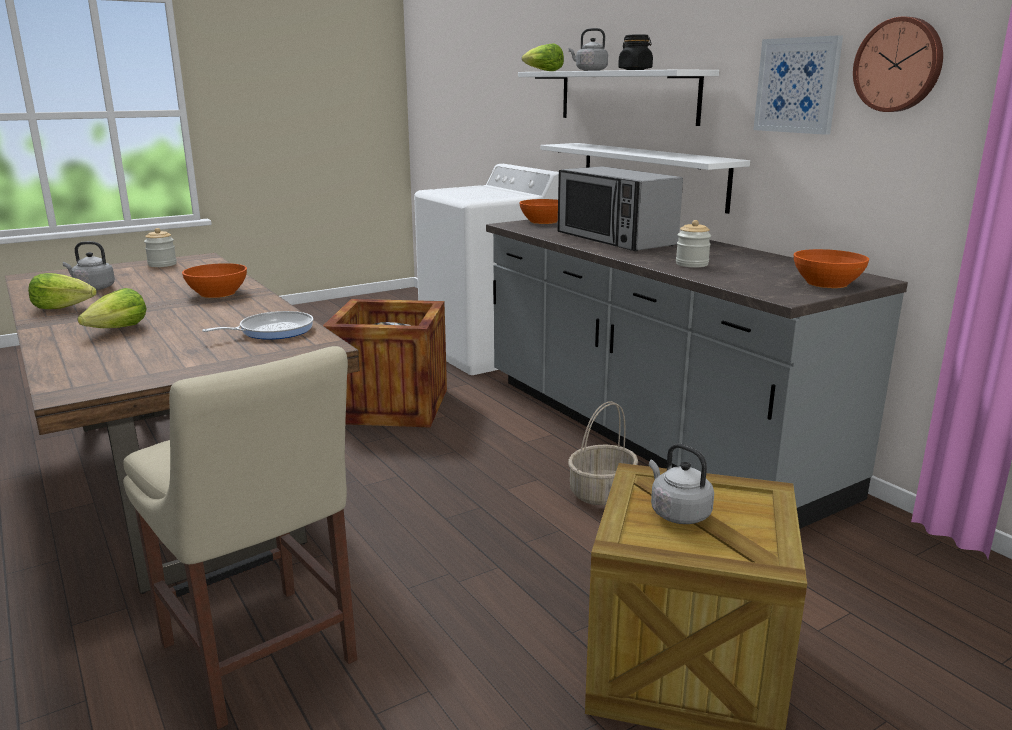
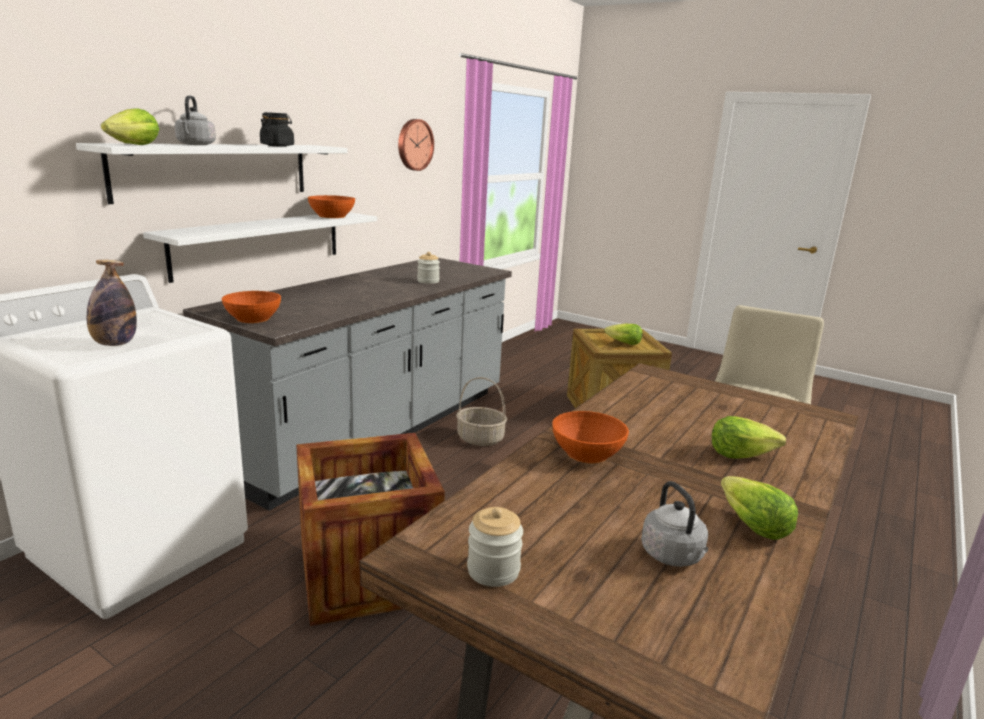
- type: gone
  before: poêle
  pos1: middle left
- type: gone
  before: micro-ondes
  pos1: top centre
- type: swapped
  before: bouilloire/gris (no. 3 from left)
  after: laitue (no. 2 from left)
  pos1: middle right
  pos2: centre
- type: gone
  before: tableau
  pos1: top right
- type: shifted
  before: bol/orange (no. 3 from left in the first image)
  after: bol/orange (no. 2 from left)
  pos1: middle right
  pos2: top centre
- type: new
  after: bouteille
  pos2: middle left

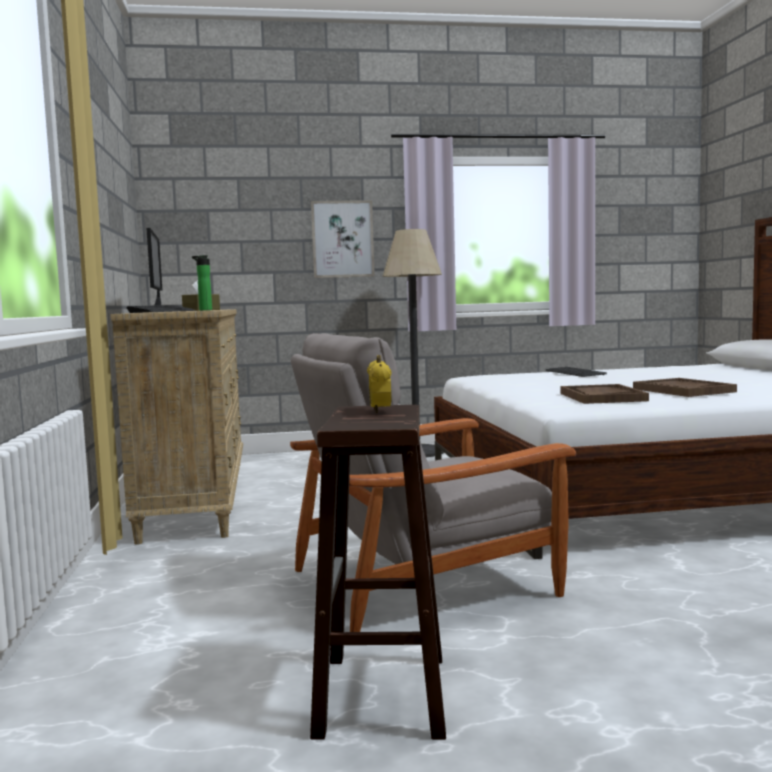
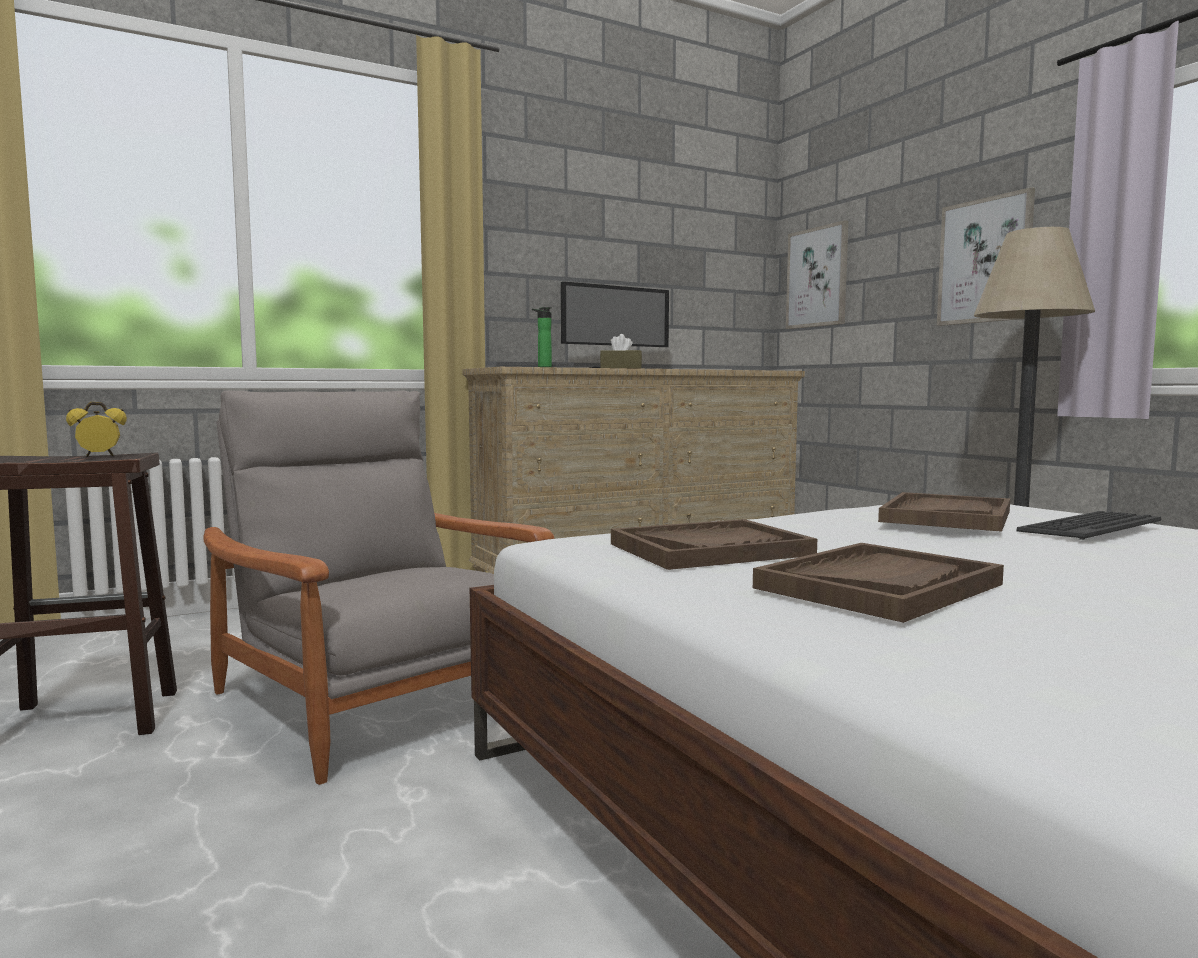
- type: new
  after: tableau (no. 1 from left)
  pos2: top right
- type: new
  after: plateau/marron (no. 3 from left)
  pos2: middle right

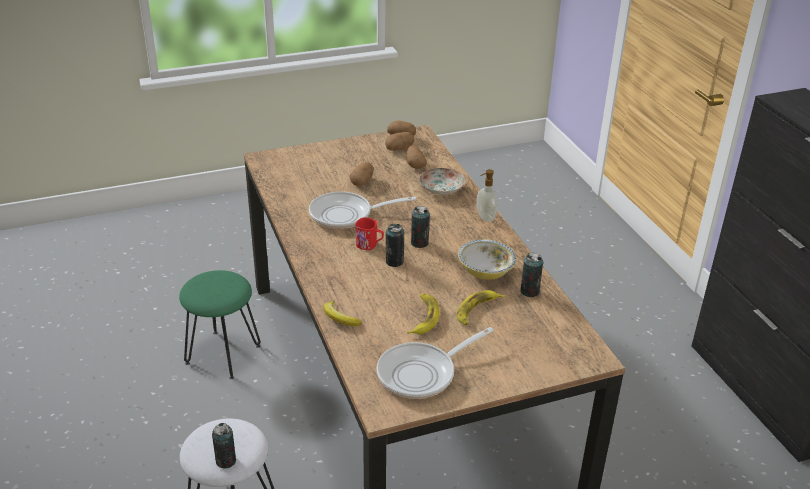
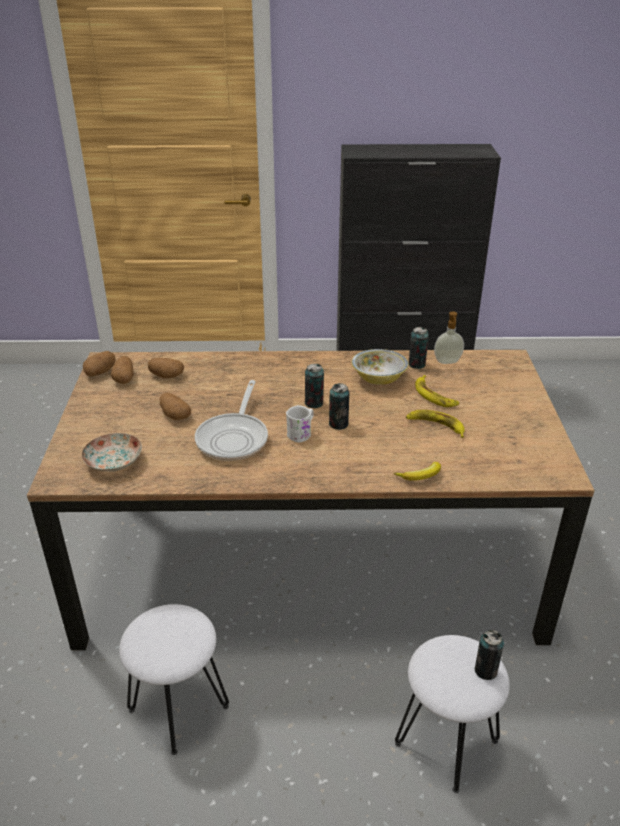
- type: repainted
  before: tabouret/vert
  after: tabouret/blanc (no. 1 from left)
  pos1: middle left
  pos2: bottom left
- type: repainted
  before: mug/rouge
  after: mug/blanc
  pos1: centre
  pos2: centre
- type: gone
  before: poêle (no. 2 from left)
  pos1: bottom centre
- type: shifted
  before: assiette
  pos1: centre
  pos2: middle left
- type: shifted
  before: distributeur de savon
  pos1: centre
  pos2: middle right

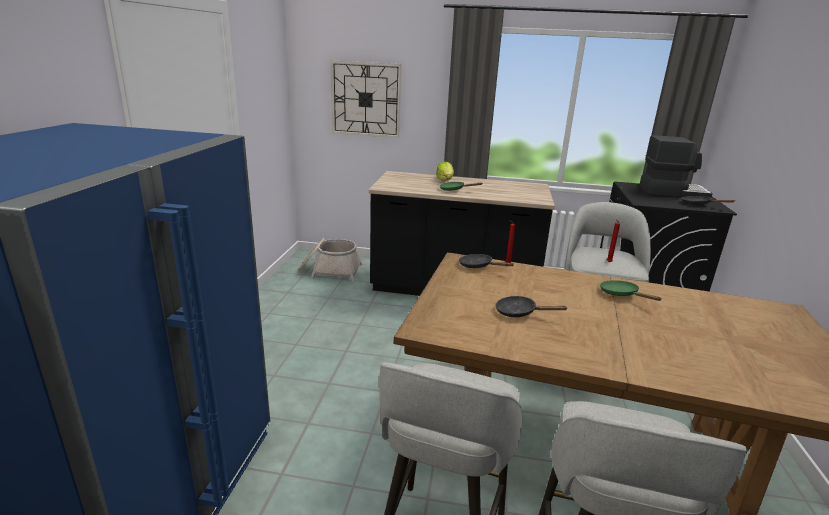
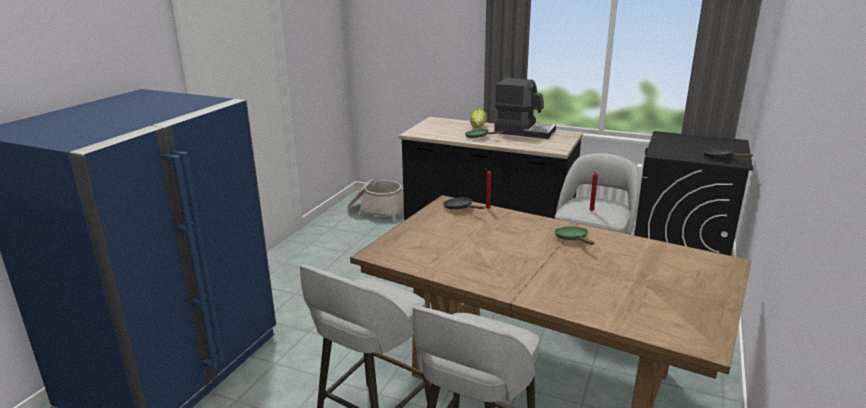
- type: gone
  before: horloge murale
  pos1: top centre
- type: gone
  before: poêle/noir (no. 2 from left)
  pos1: centre
- type: shifted
  before: machine à café
  pos1: top right
  pos2: top centre

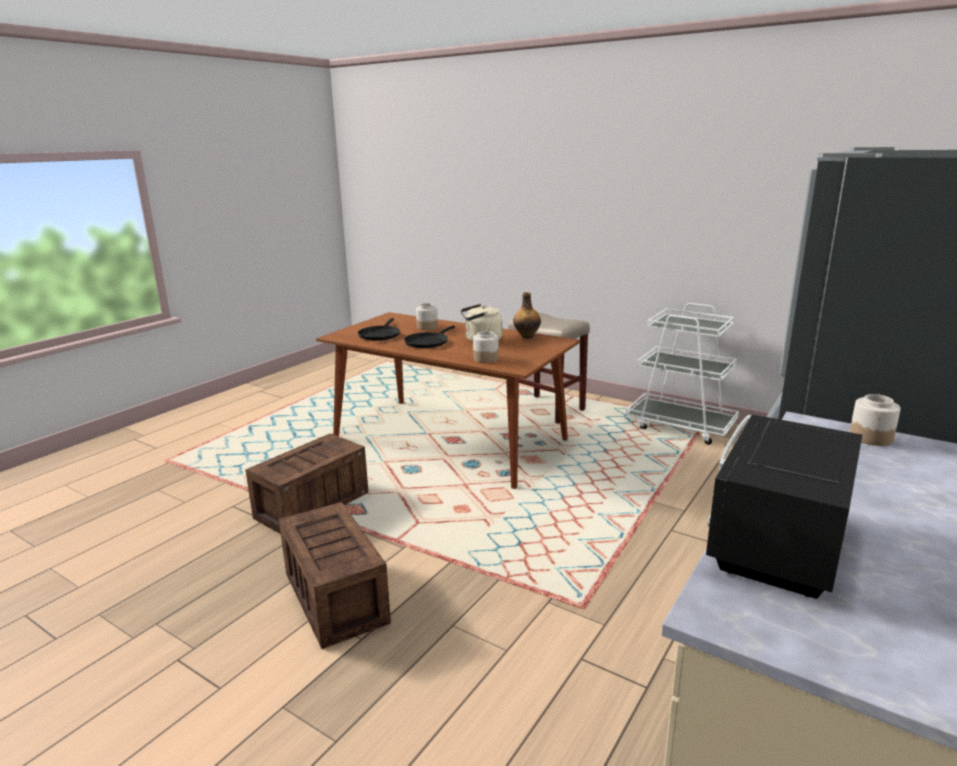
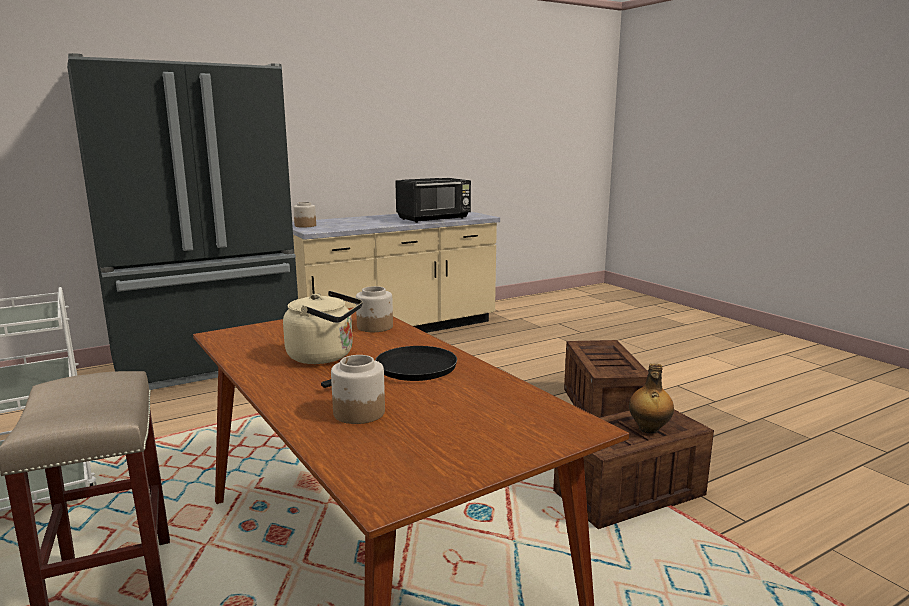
- type: gone
  before: poêle/noir (no. 1 from left)
  pos1: centre
- type: shifted
  before: bouteille
  pos1: centre
  pos2: middle right

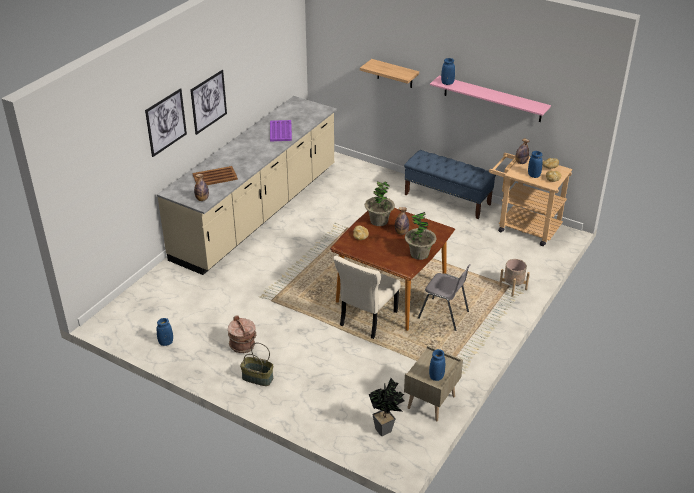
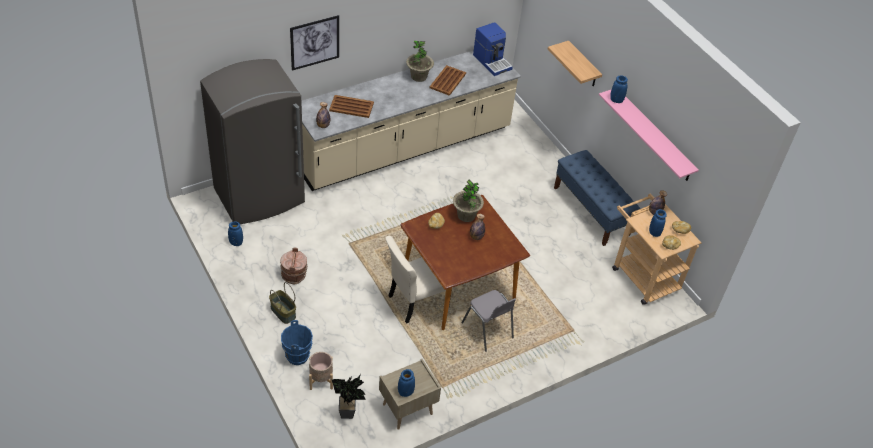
- type: gone
  before: tableau (no. 2 from left)
  pos1: top left
- type: repainted
  before: plateau/violet
  after: plateau/marron (no. 2 from left)
  pos1: top centre
  pos2: top centre
- type: shifted
  before: plante en pot (no. 3 from left in the first image)
  after: plante en pot (no. 2 from left)
  pos1: centre
  pos2: top centre
- type: shifted
  before: cache-pot/beige
  pos1: middle right
  pos2: bottom centre
- type: new
  after: réfrigérateur/gris
  pos2: top left
- type: new
  after: seau/bleu
  pos2: bottom centre
- type: new
  after: machine à café
  pos2: top centre

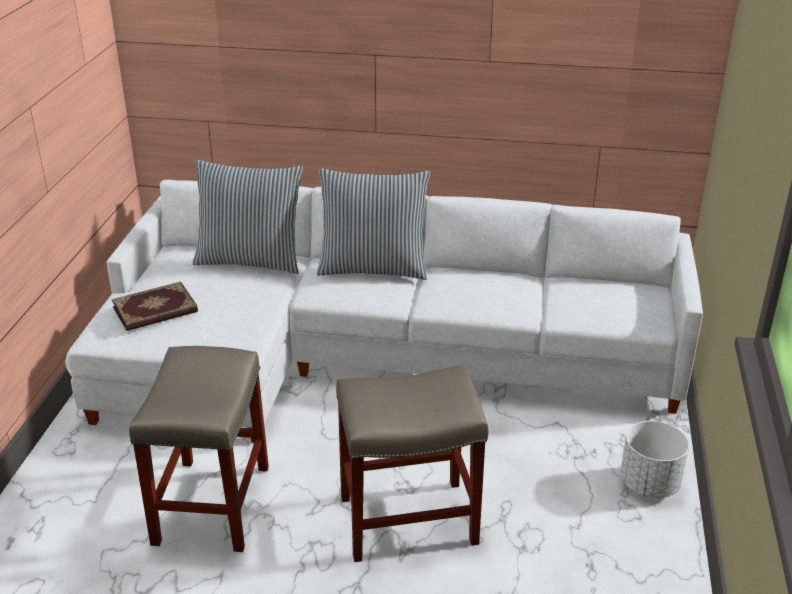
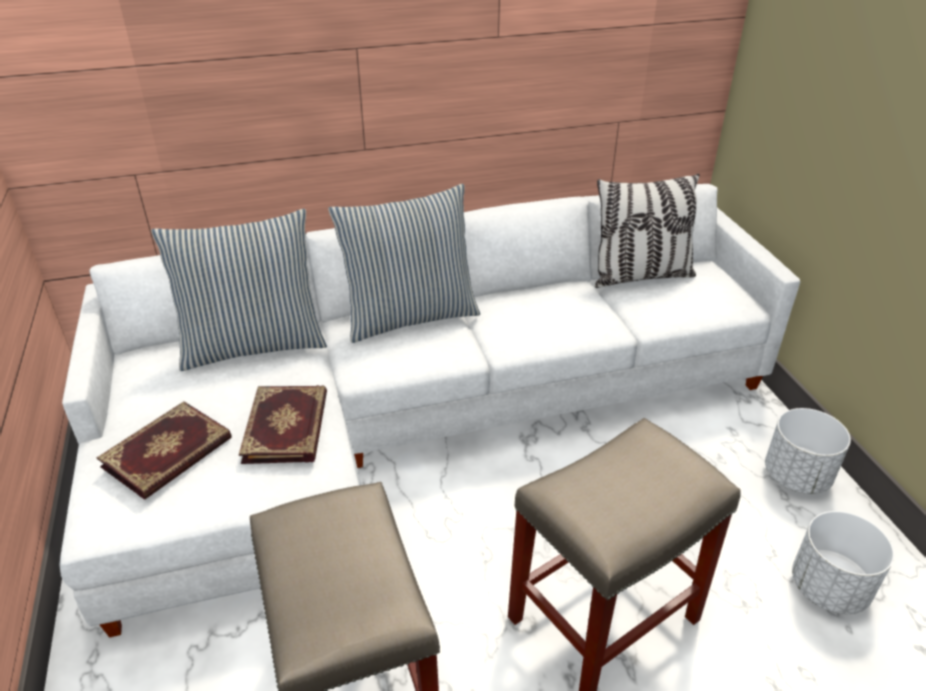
- type: new
  after: livre (no. 2 from left)
  pos2: middle left
- type: new
  after: coussin (no. 3 from left)
  pos2: middle right
- type: new
  after: cache-pot/blanc (no. 2 from left)
  pos2: bottom right

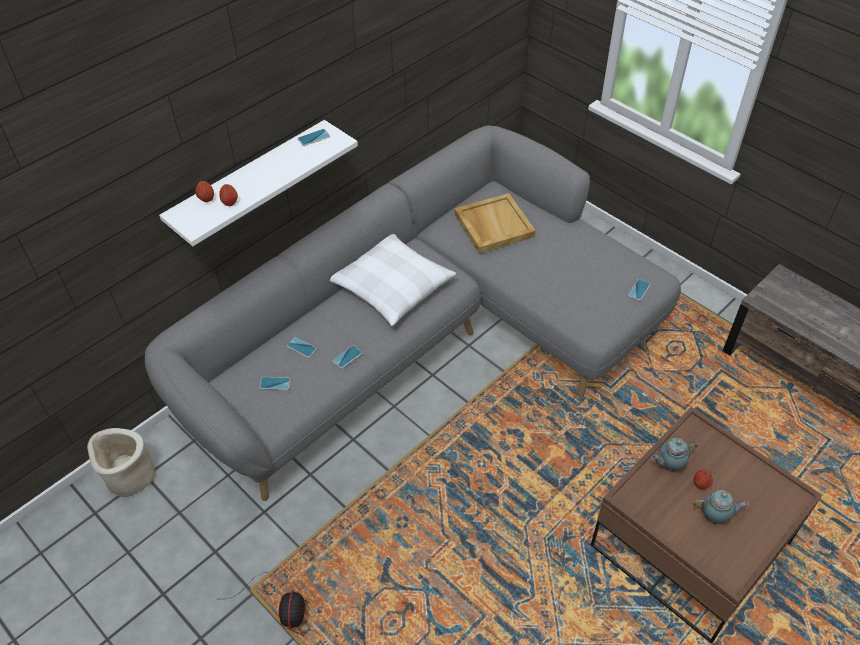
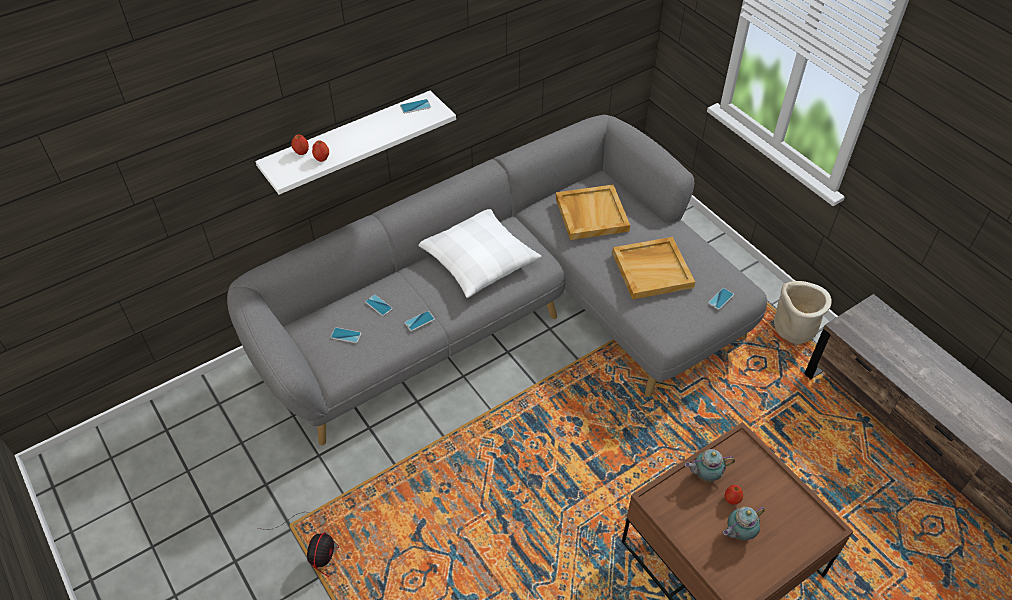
- type: shifted
  before: cache-pot/beige
  pos1: bottom left
  pos2: middle right
- type: rotated
  before: théière (no. 2 from left)
  pos1: bottom right
  pos2: bottom right
  turn: 135
- type: new
  after: plateau/beige (no. 2 from left)
  pos2: centre

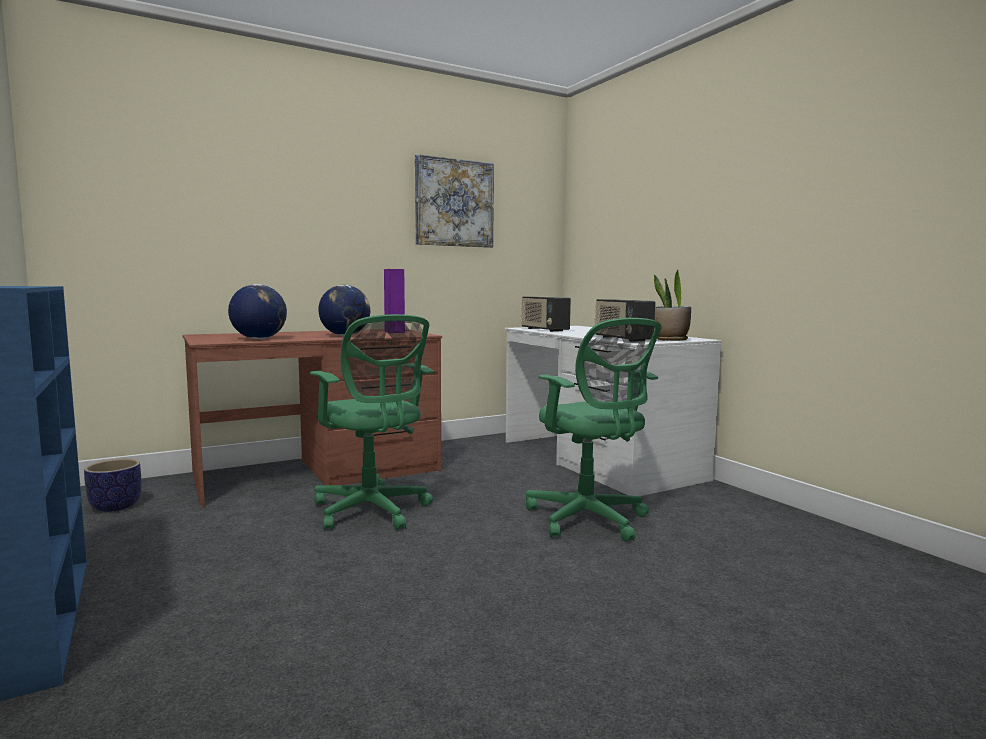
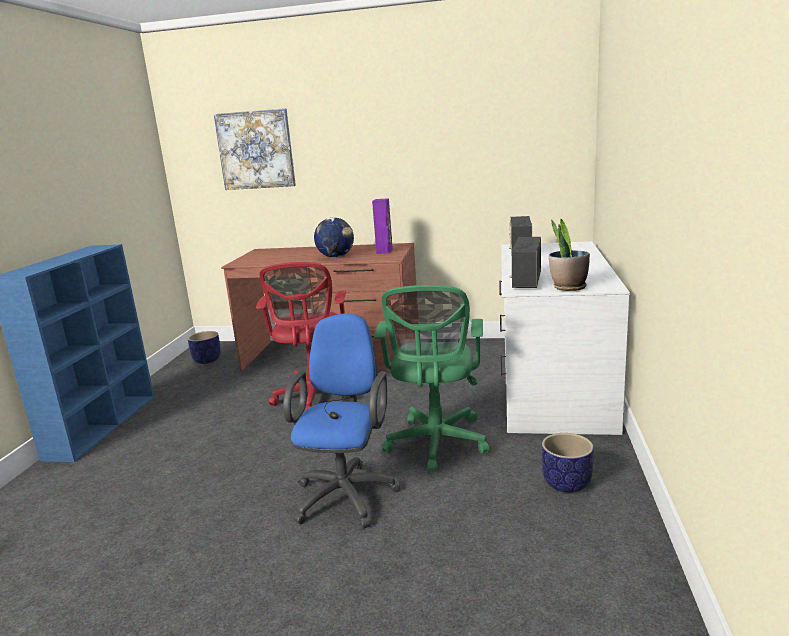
- type: gone
  before: globe (no. 1 from left)
  pos1: middle left
- type: repainted
  before: chaise de bureau/vert (no. 1 from left)
  after: chaise de bureau/rouge
  pos1: centre
  pos2: centre
- type: shifted
  before: tableau
  pos1: top centre
  pos2: top left
- type: new
  after: chaise de bureau/bleu
  pos2: centre
- type: new
  after: cache-pot (no. 2 from left)
  pos2: bottom right

